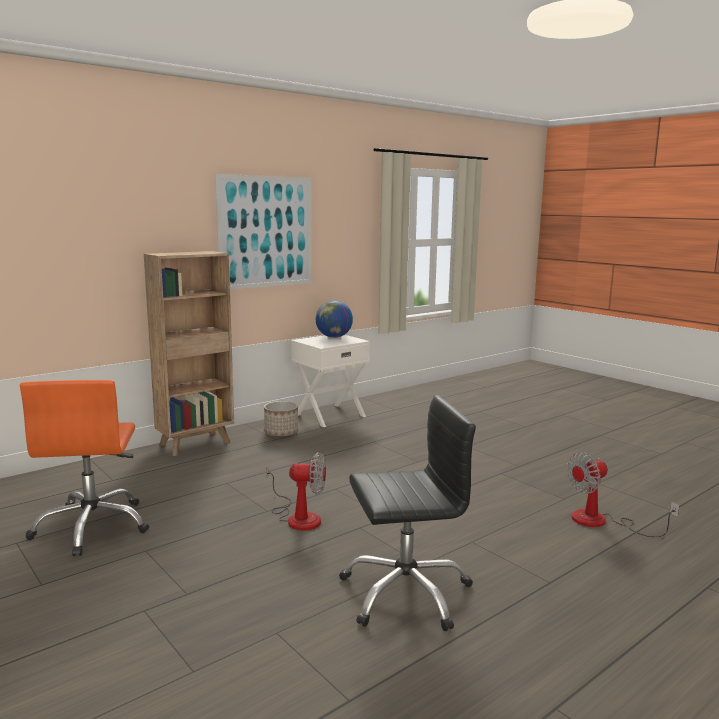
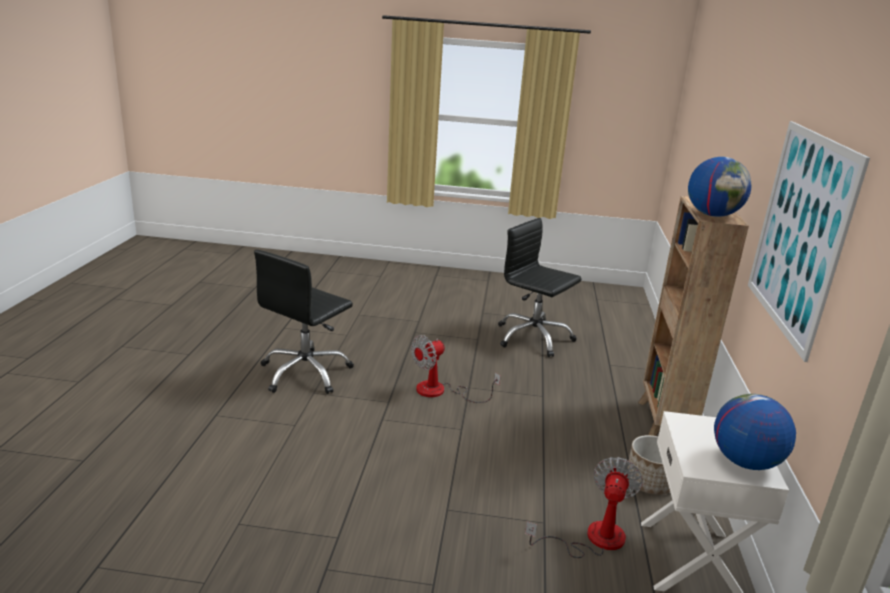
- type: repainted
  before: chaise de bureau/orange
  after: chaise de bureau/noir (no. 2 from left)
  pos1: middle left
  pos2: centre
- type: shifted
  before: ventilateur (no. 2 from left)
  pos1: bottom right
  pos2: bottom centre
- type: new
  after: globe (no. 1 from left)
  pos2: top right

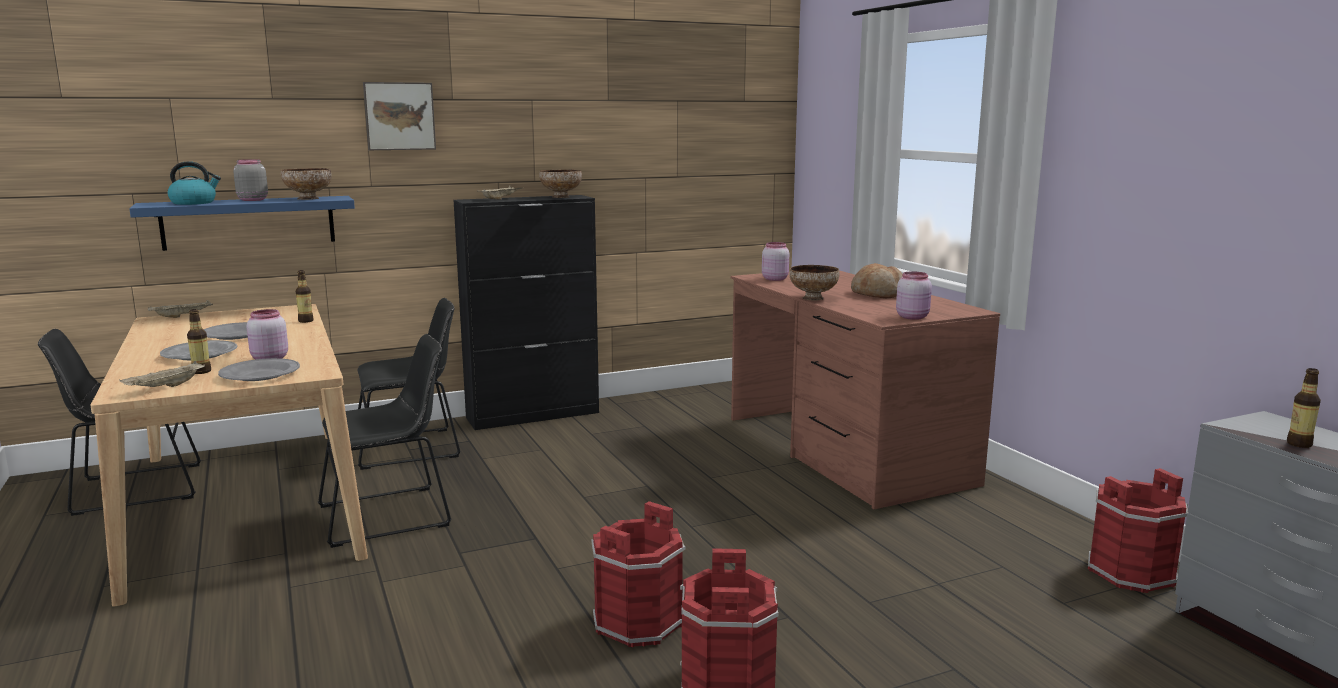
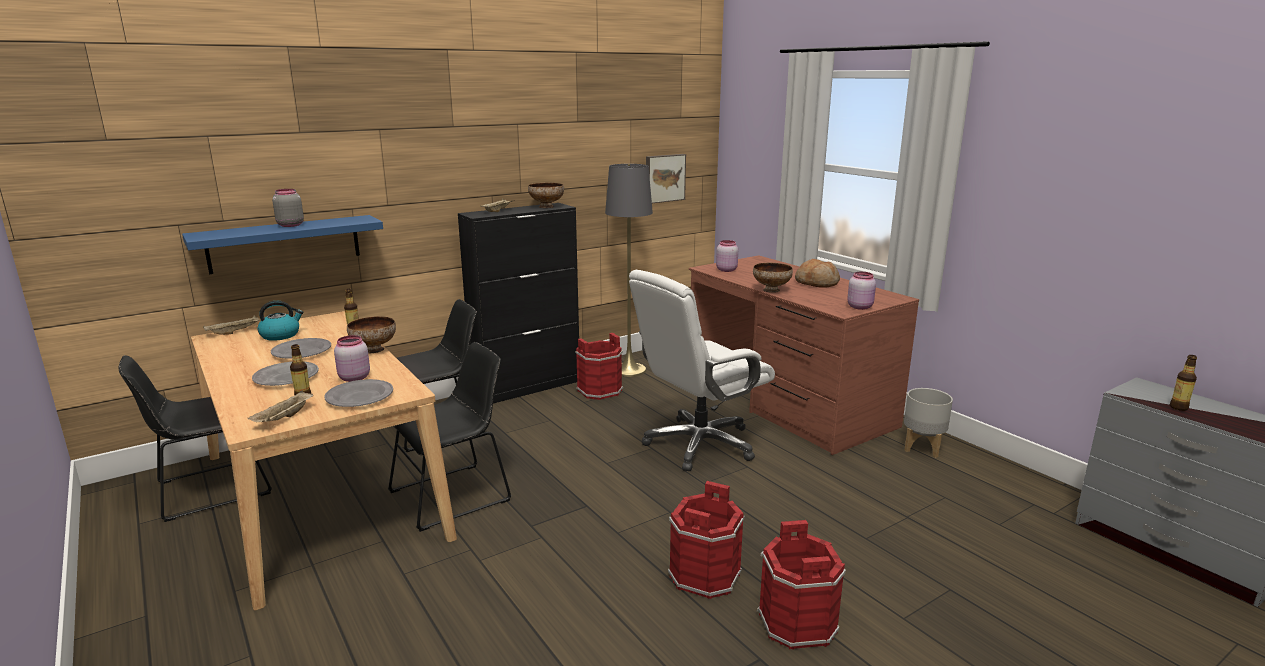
- type: shifted
  before: bouilloire
  pos1: top left
  pos2: middle left
- type: shifted
  before: bol (no. 1 from left)
  pos1: top left
  pos2: middle left
- type: shifted
  before: tableau
  pos1: top left
  pos2: top centre
- type: shifted
  before: seau/rouge (no. 3 from left in the first image)
  after: seau/rouge (no. 1 from left)
  pos1: bottom right
  pos2: centre
- type: new
  after: lampadaire/gris
  pos2: centre
- type: new
  after: chaise de bureau/blanc
  pos2: centre
- type: new
  after: cache-pot/gris
  pos2: middle right

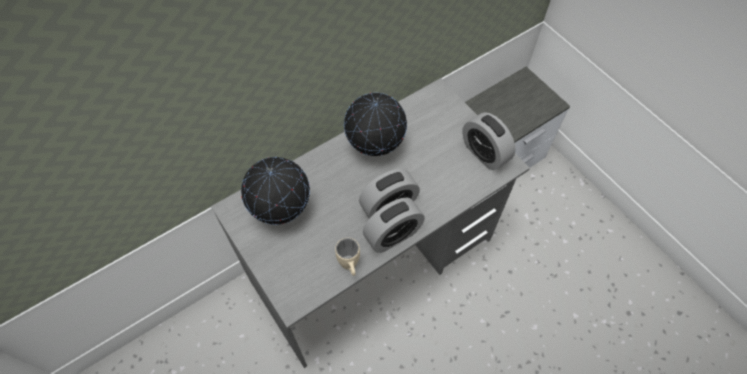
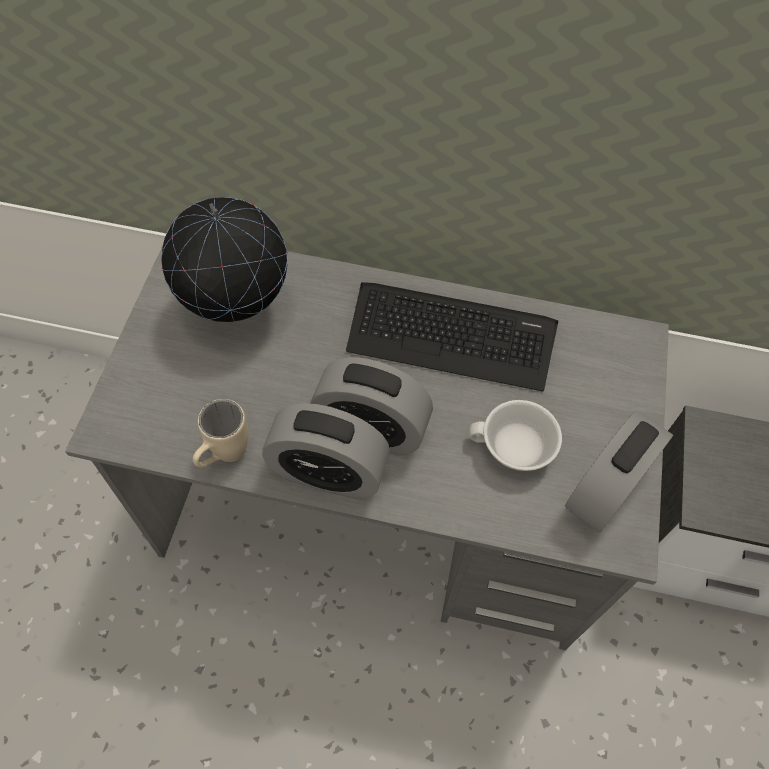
- type: swapped
  before: globe (no. 2 from left)
  after: clavier
  pos1: top centre
  pos2: centre
- type: rotated
  before: réveil (no. 3 from left)
  pos1: centre
  pos2: middle right
  turn: -150
- type: new
  after: tasse/blanc
  pos2: middle right

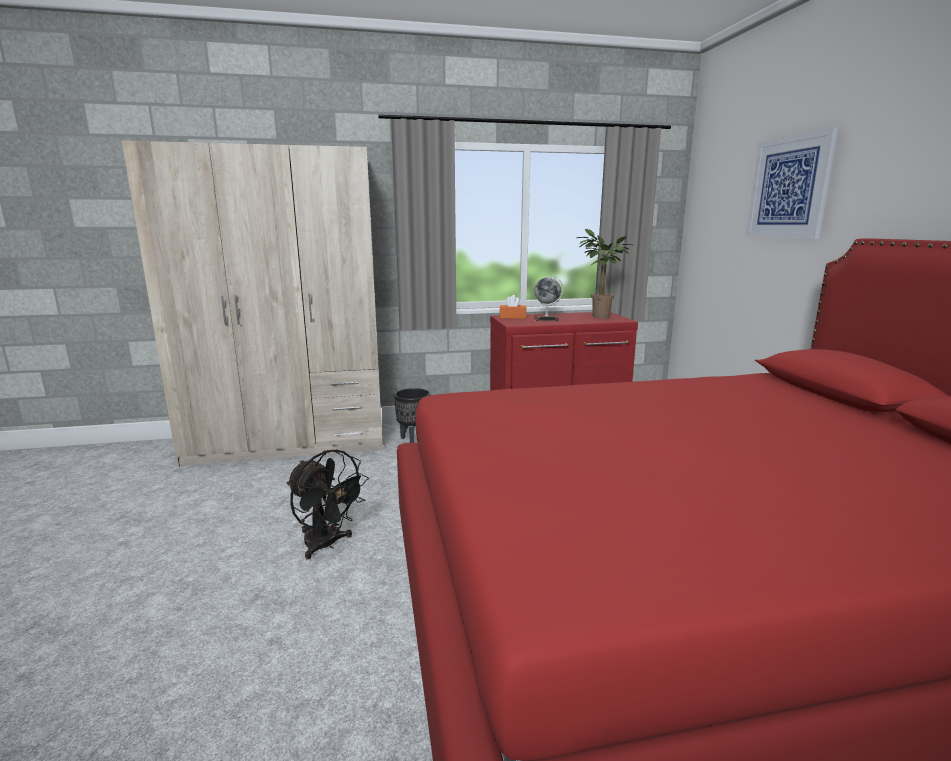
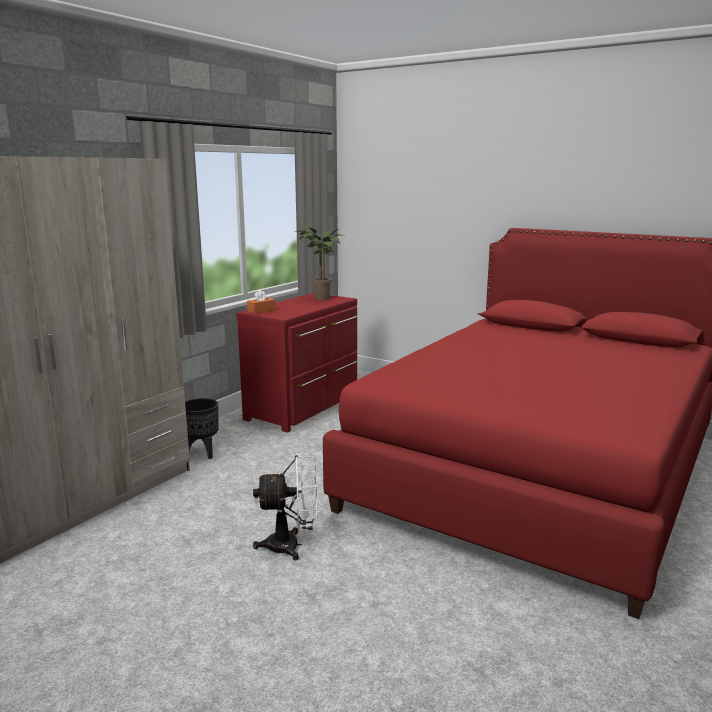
- type: repainted
  before: ventilateur/noir
  after: ventilateur/blanc
  pos1: centre
  pos2: bottom centre
- type: gone
  before: globe
  pos1: centre
- type: gone
  before: tableau
  pos1: top right

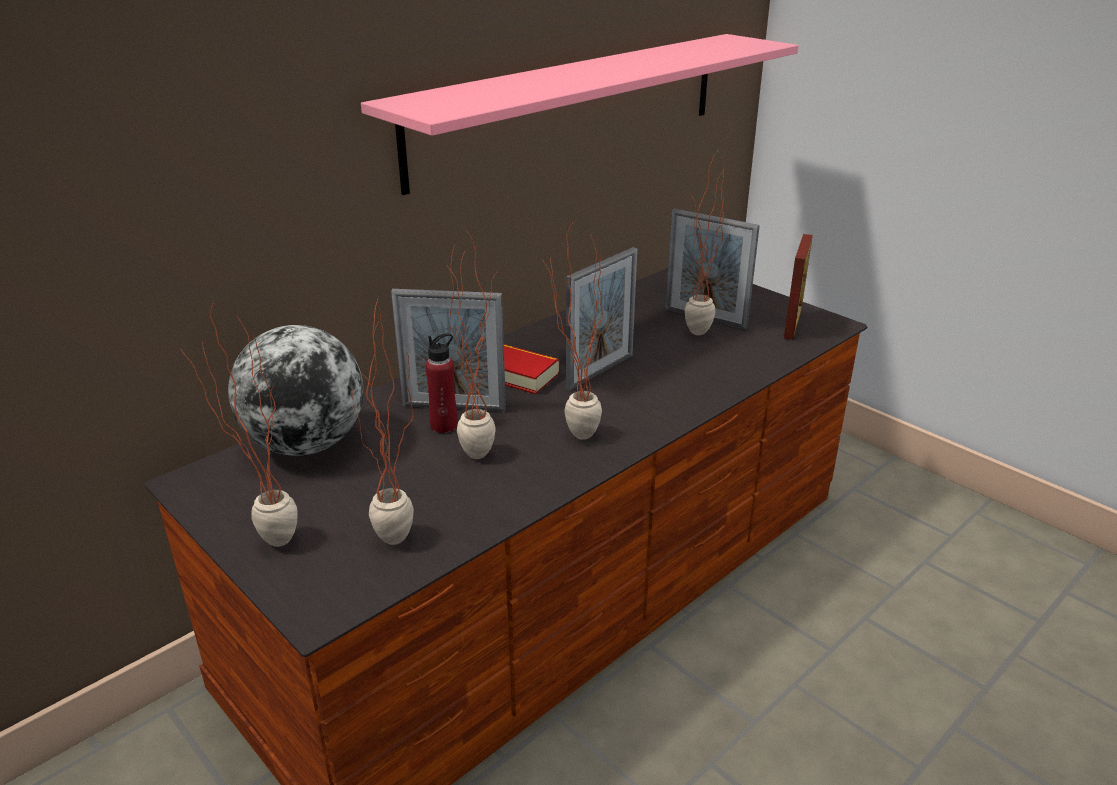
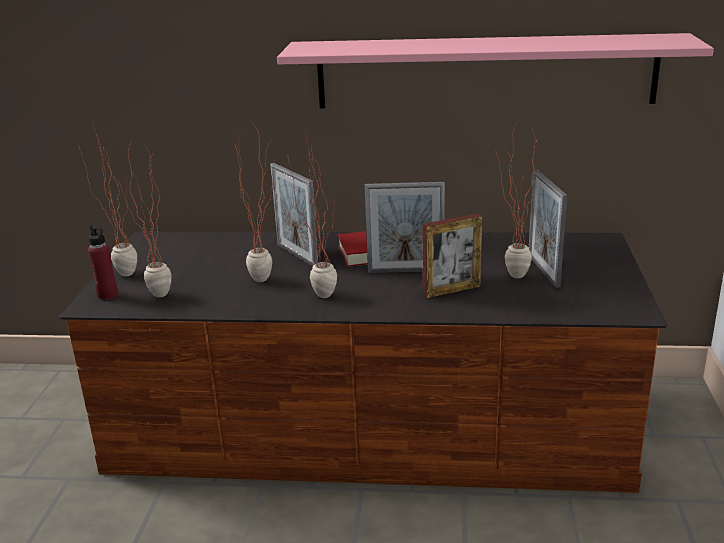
- type: gone
  before: globe
  pos1: middle left
- type: shifted
  before: bouteille/rouge
  pos1: centre
  pos2: middle left
- type: shifted
  before: cadre photo (no. 4 from left in the first image)
  after: cadre photo (no. 3 from left)
  pos1: middle right
  pos2: centre

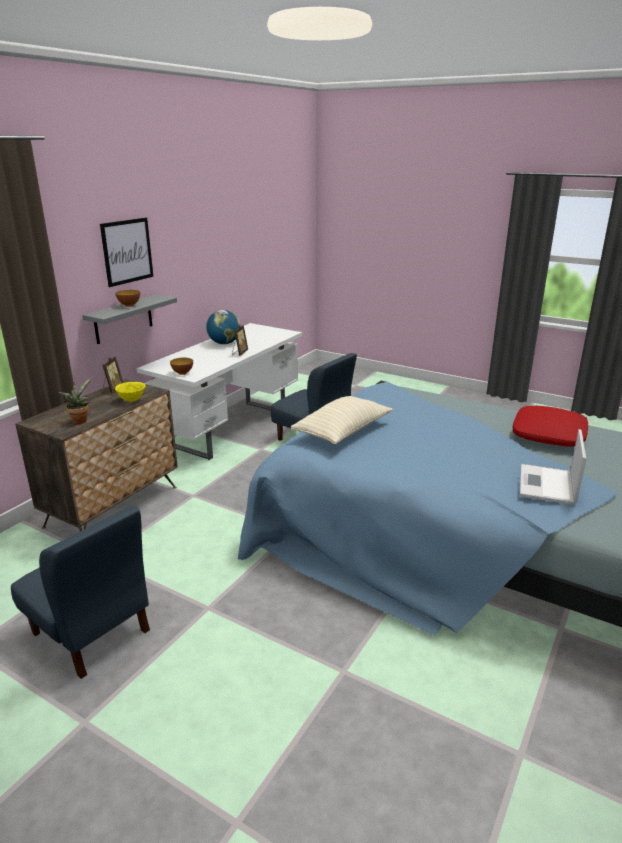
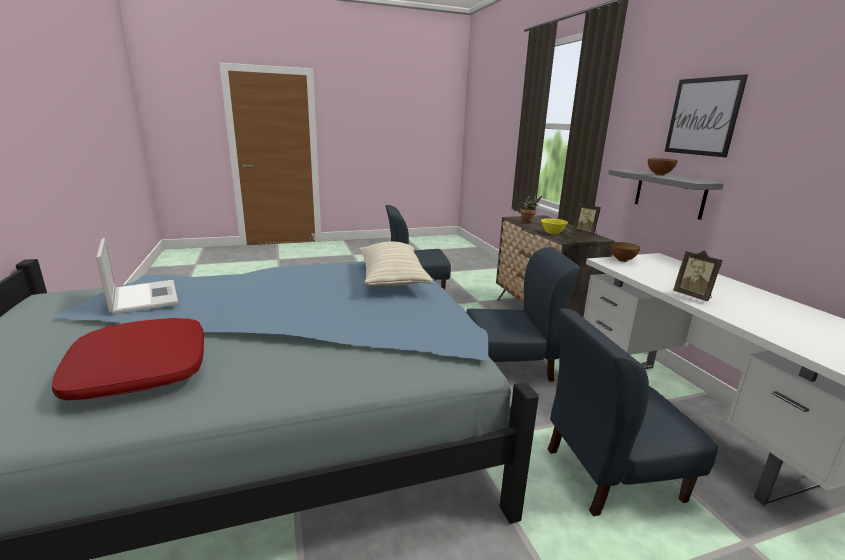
- type: gone
  before: globe
  pos1: centre
- type: new
  after: chaise/bleu (no. 2 from left)
  pos2: centre

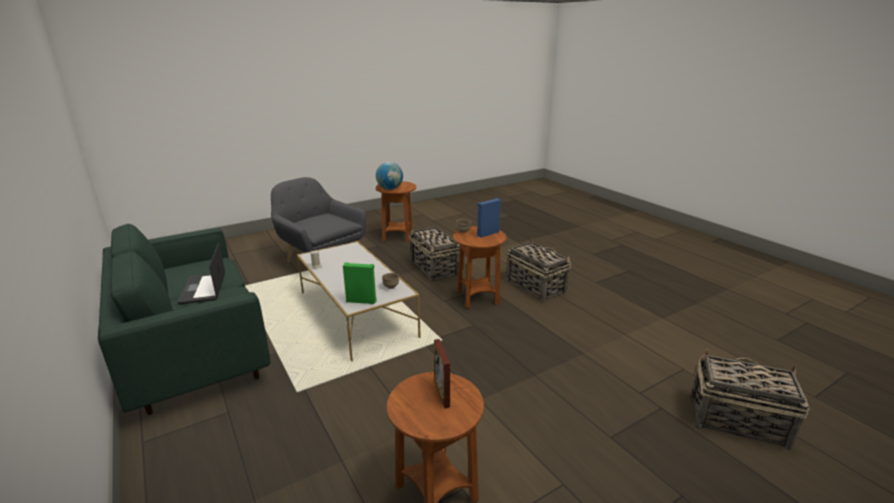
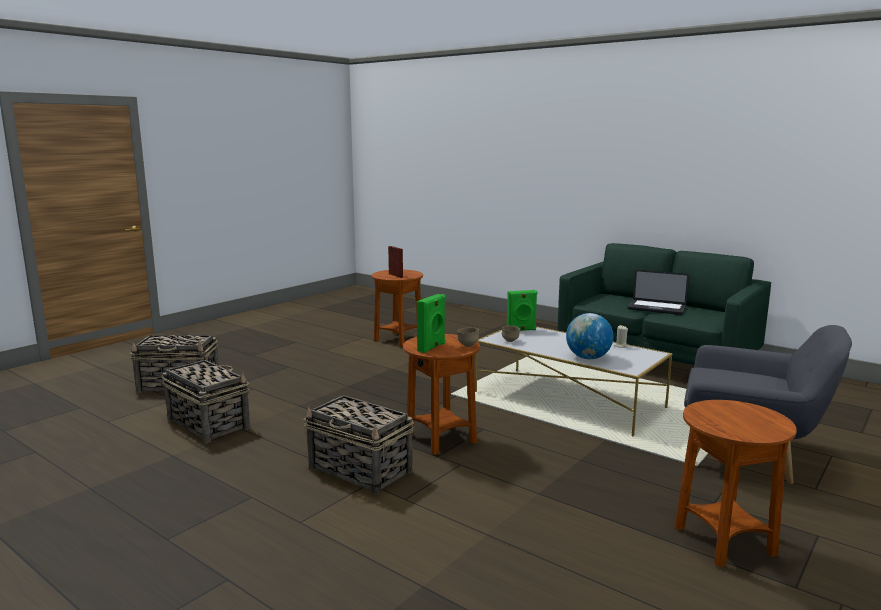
- type: rotated
  before: ordinateur portable
  pos1: middle left
  pos2: middle right
  turn: 150
- type: shifted
  before: globe
  pos1: centre
  pos2: middle right
- type: shifted
  before: panier (no. 1 from left in the first image)
  after: panier (no. 2 from left)
  pos1: centre
  pos2: middle left
- type: repainted
  before: enceinte/bleu
  after: enceinte/vert (no. 1 from left)
  pos1: centre
  pos2: centre

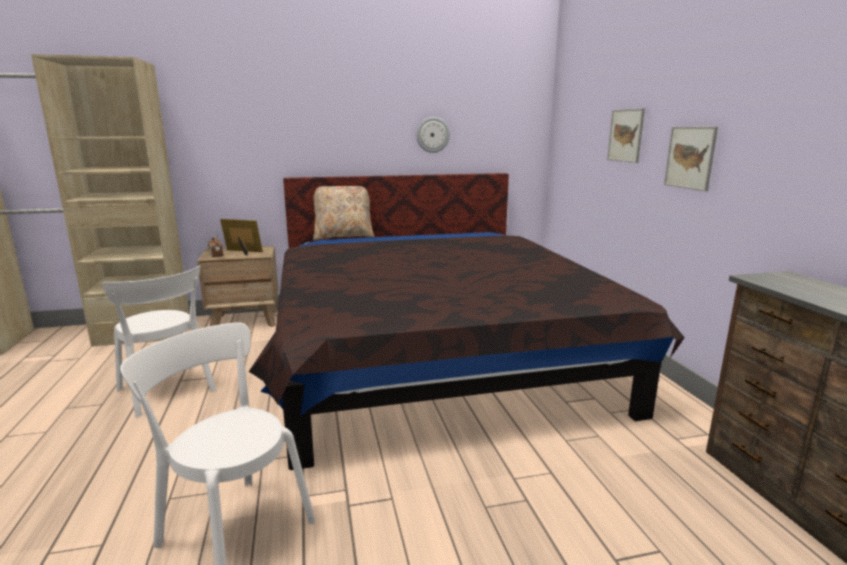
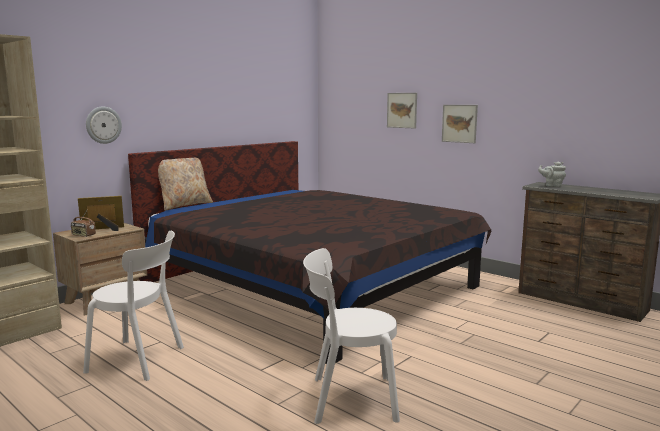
- type: shifted
  before: horloge murale
  pos1: top centre
  pos2: top left
- type: new
  after: théière/gris
  pos2: middle right

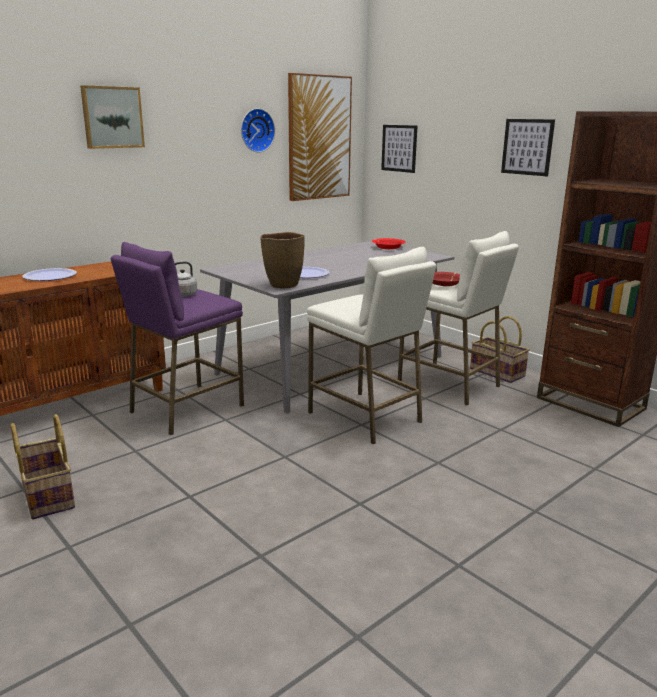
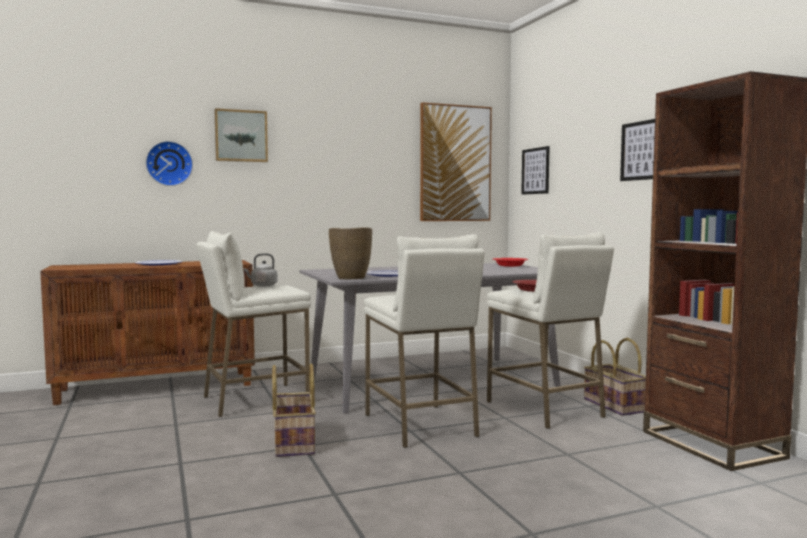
- type: shifted
  before: panier (no. 1 from left)
  pos1: bottom left
  pos2: bottom centre
- type: repainted
  before: tabouret/violet
  after: tabouret/blanc (no. 1 from left)
  pos1: middle left
  pos2: middle left
- type: shifted
  before: horloge murale
  pos1: top centre
  pos2: top left

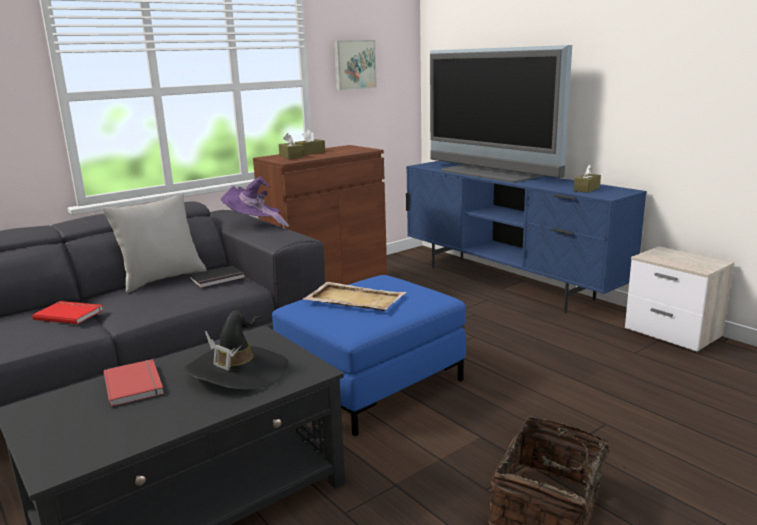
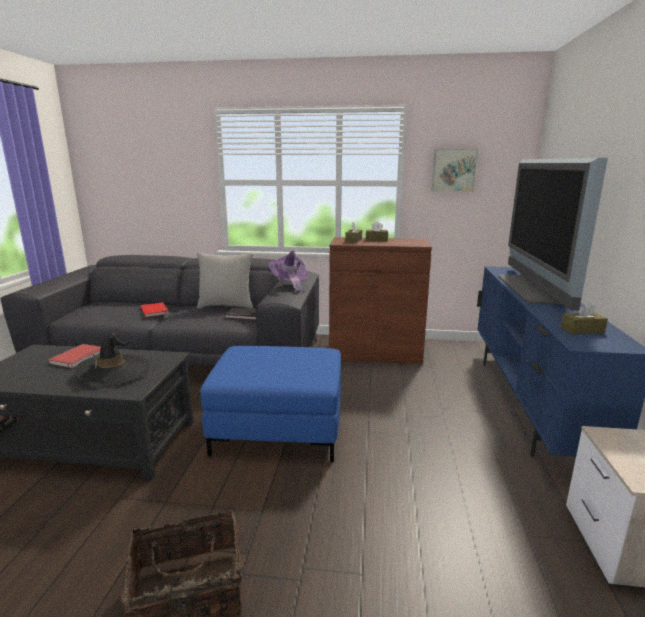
- type: gone
  before: plateau/beige
  pos1: centre

